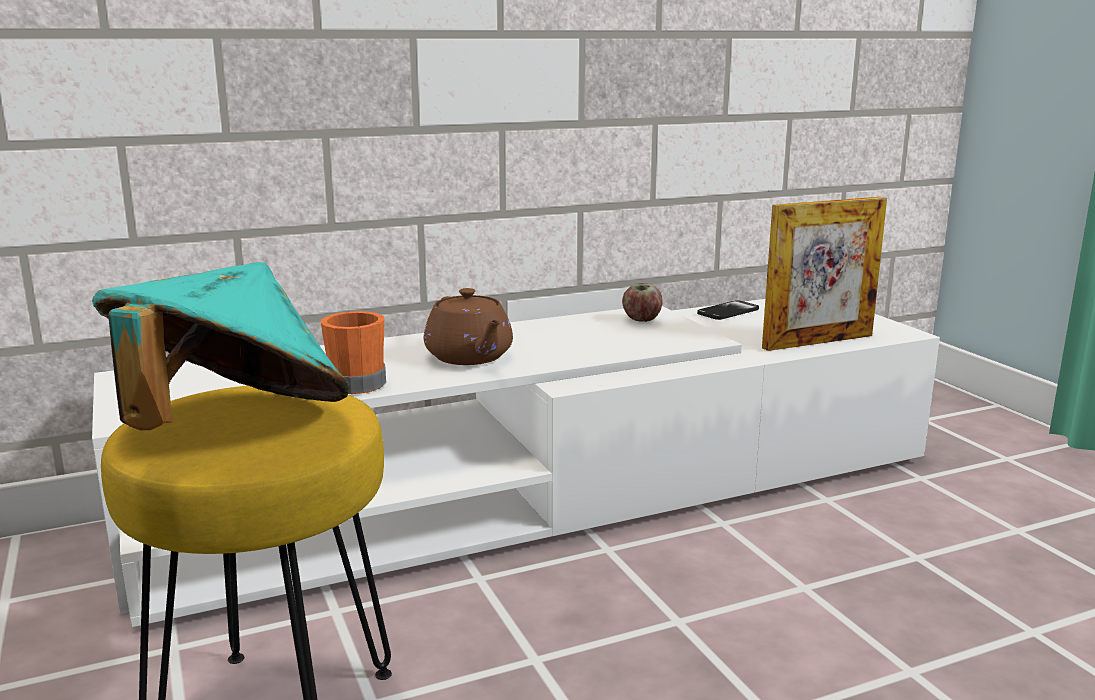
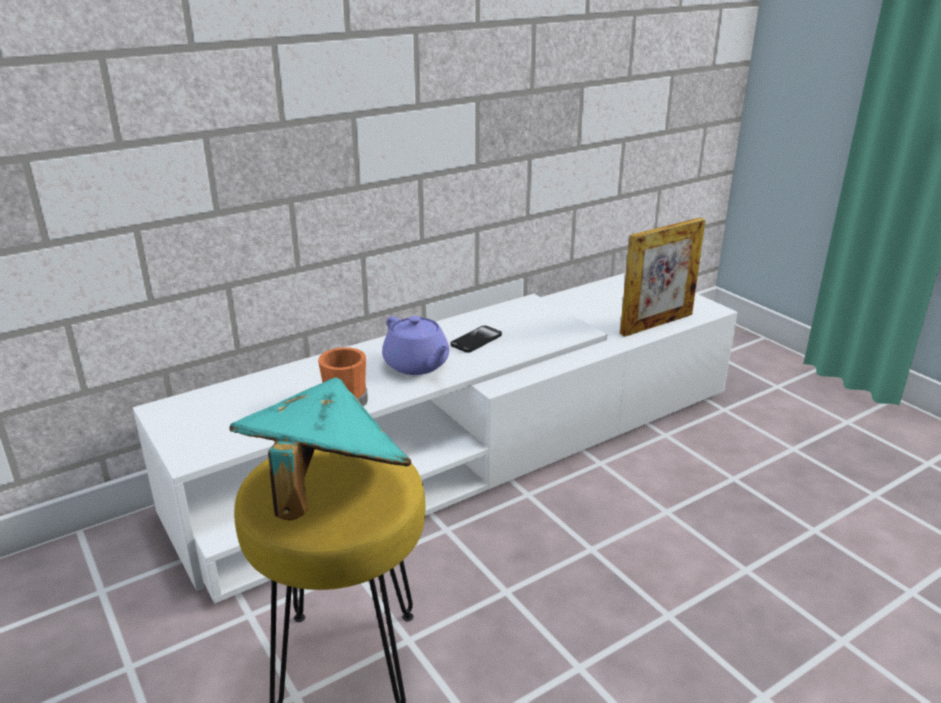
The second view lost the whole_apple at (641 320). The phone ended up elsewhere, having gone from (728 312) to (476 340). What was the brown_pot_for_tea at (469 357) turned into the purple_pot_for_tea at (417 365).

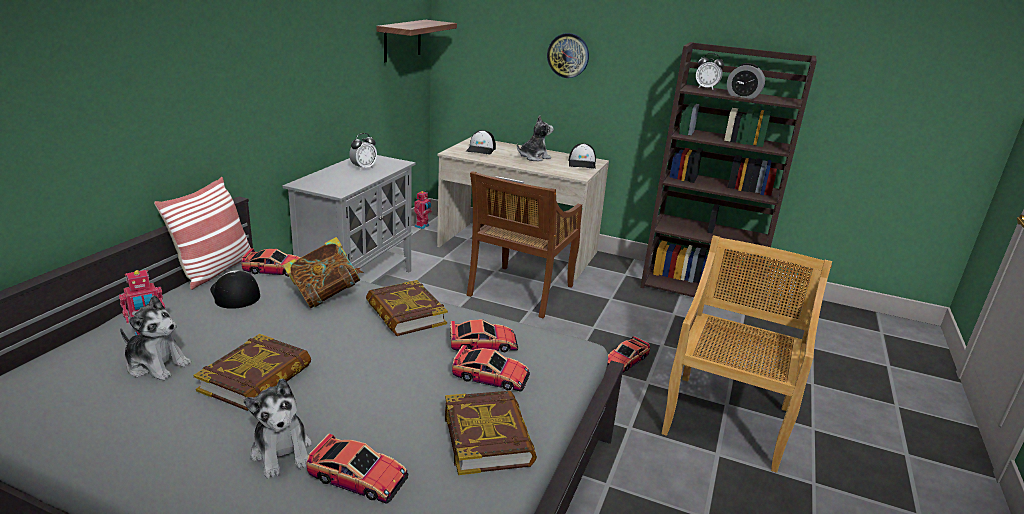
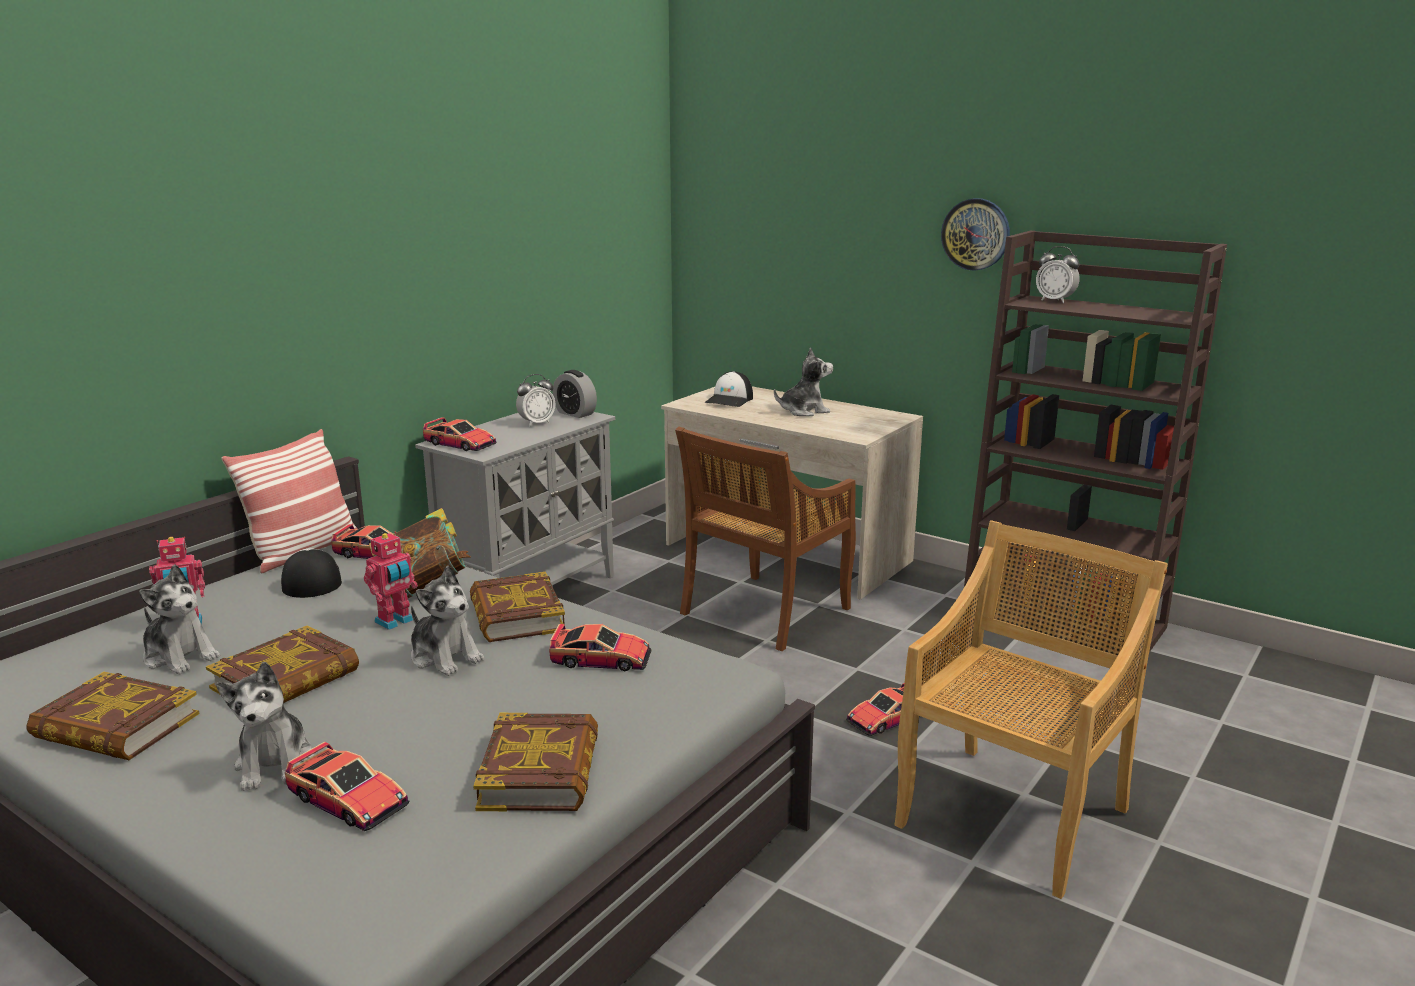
The second view lost the wall_shelf at (402 40). The second view lost the baseball_cap at (582 163). The second view gained the volume at (115 727). The second view gained the plush_toy at (445 657). The robot_figure ended up elsewhere, having gone from (422 226) to (395 622). The toy_car ended up elsewhere, having gone from (491 376) to (460 444). The wall_clock ended up elsewhere, having gone from (568 55) to (975 234). The table_clock ended up elsewhere, having gone from (742 96) to (575 413).

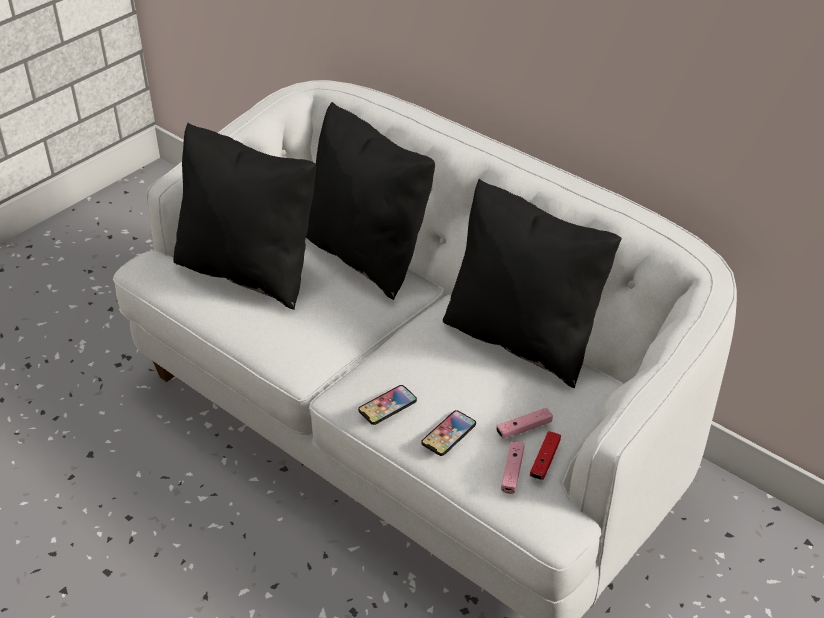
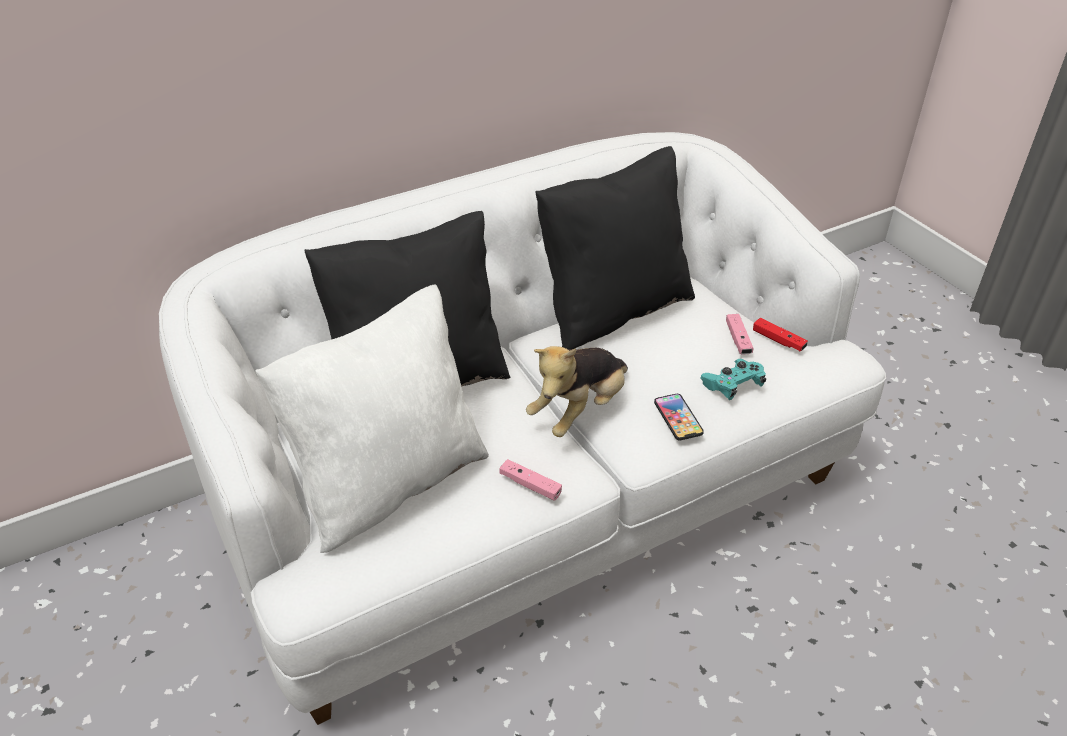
The second view gained the plush_toy at (579 410). The pink_joypad ended up elsewhere, having gone from (512 472) to (530 485). Where the phone stood at (449 434), the turquoise_joypad came to stand at (732 386). What was the black_throw_pillow at (249 271) turned into the whitish_throw_pillow at (389 482).

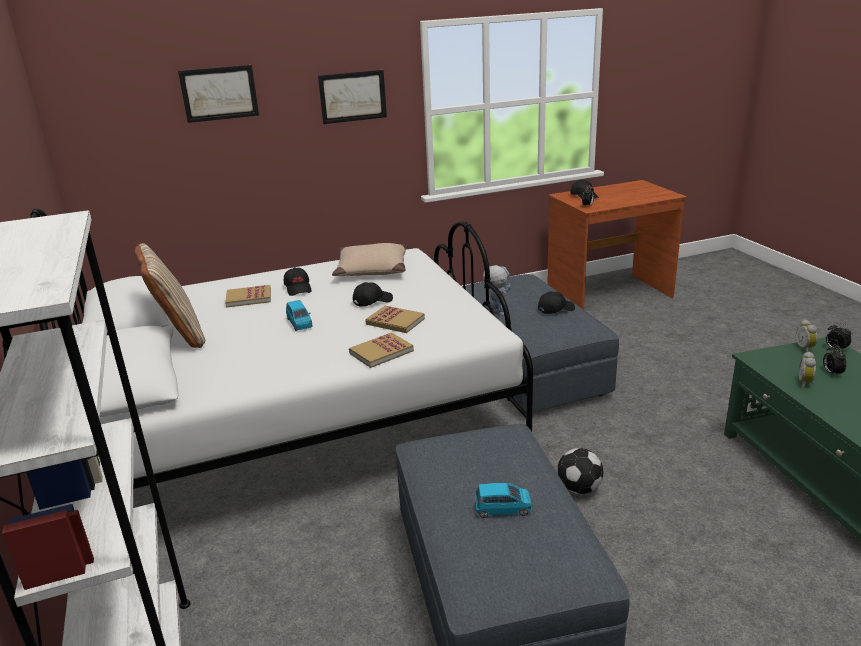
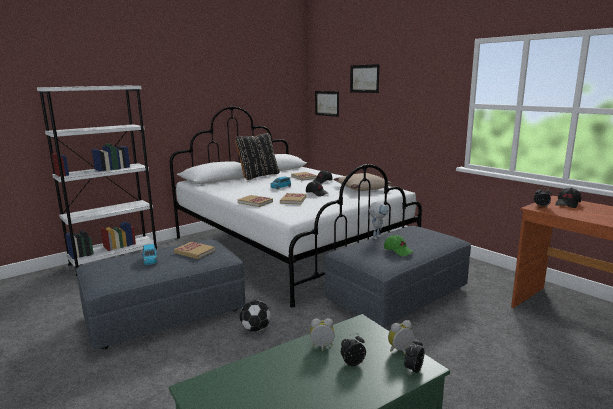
The second view gained the volume at (194 252). The picture ended up elsewhere, having gone from (353 96) to (327 103). What was the beige_throw_pillow at (178 335) turned into the black_throw_pillow at (258 176). What was the black_baseball_cap at (555 309) turned into the green_baseball_cap at (398 251).

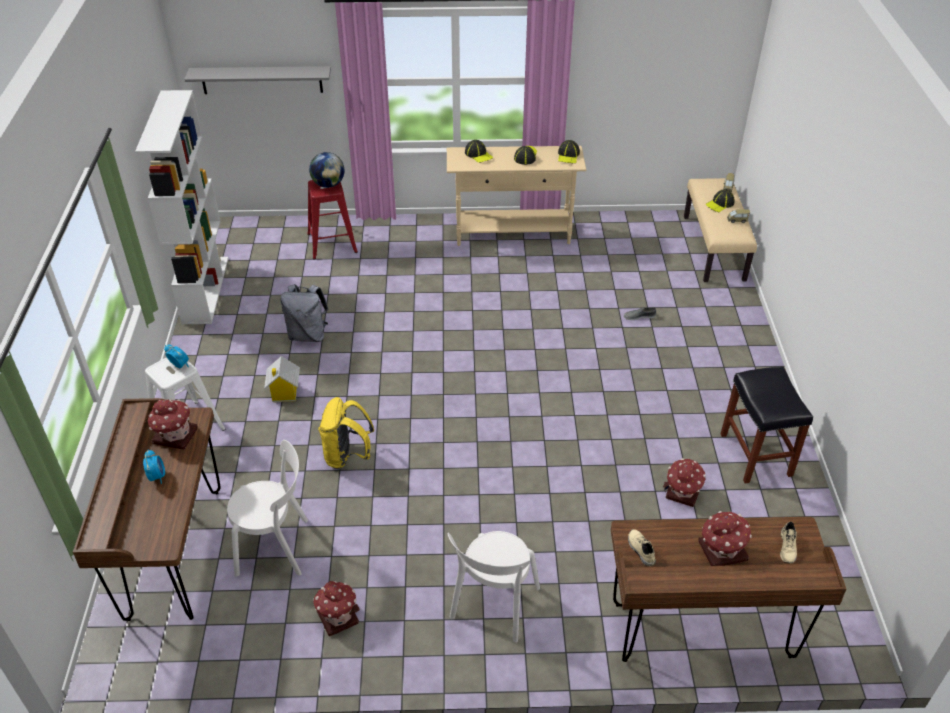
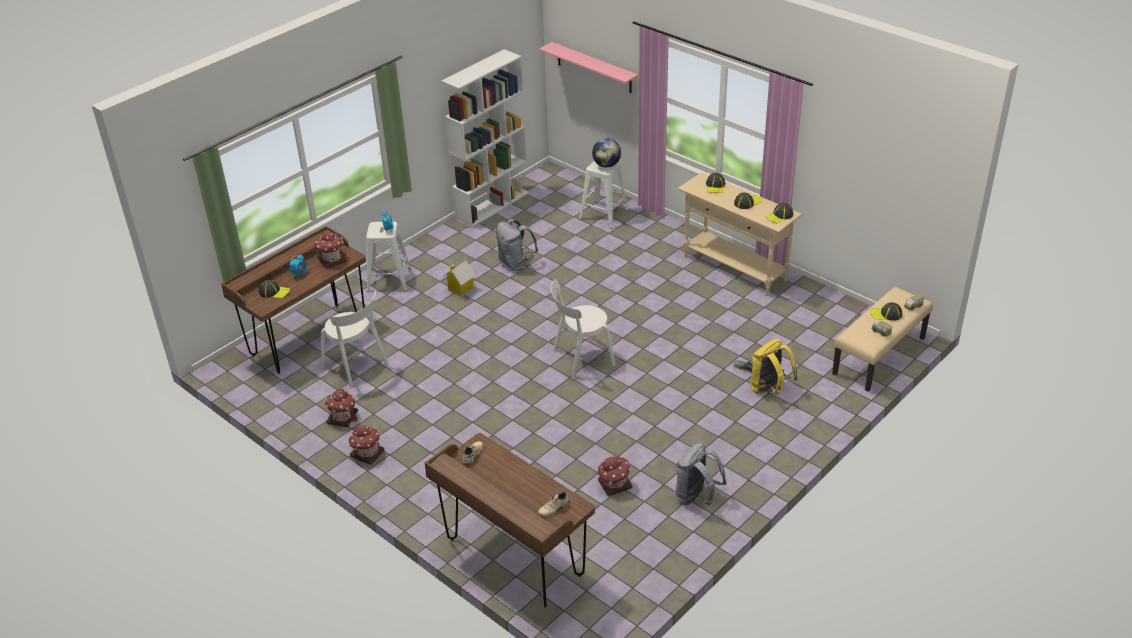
The second view gained the baseball_cap at (274 292). The yellow_backpack ended up elsewhere, having gone from (347 456) to (769 389). The whitish_chair ended up elsewhere, having gone from (493 606) to (581 358). The model_house ended up elsewhere, having gone from (721 551) to (367 453). Where the black_stool_seat stood at (756 455), the grey_backpack came to stand at (696 497). What was the grey_wall_shelf at (261 80) turned into the pink_wall_shelf at (594 68). What was the reddish_stool_seat at (332 242) turned into the whitish_stool_seat at (604 214).

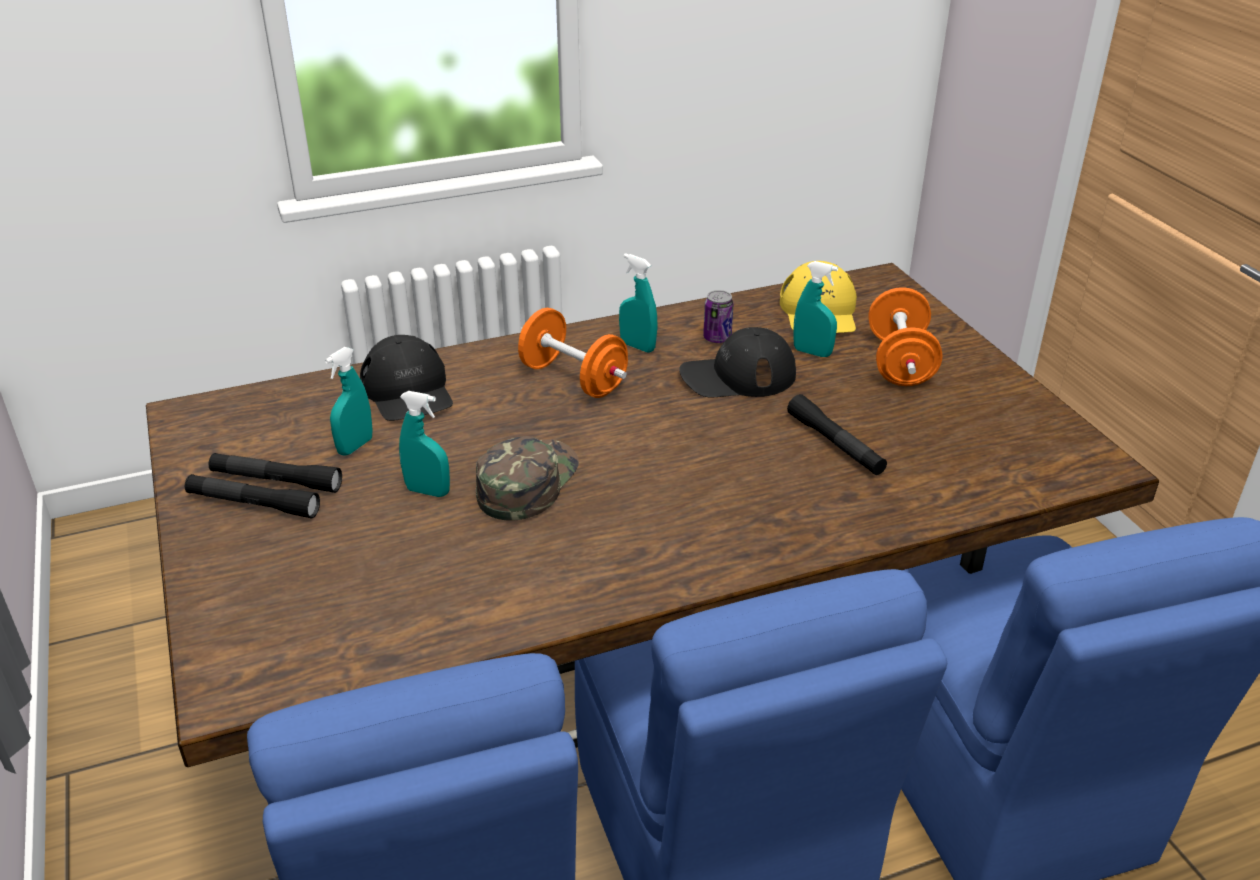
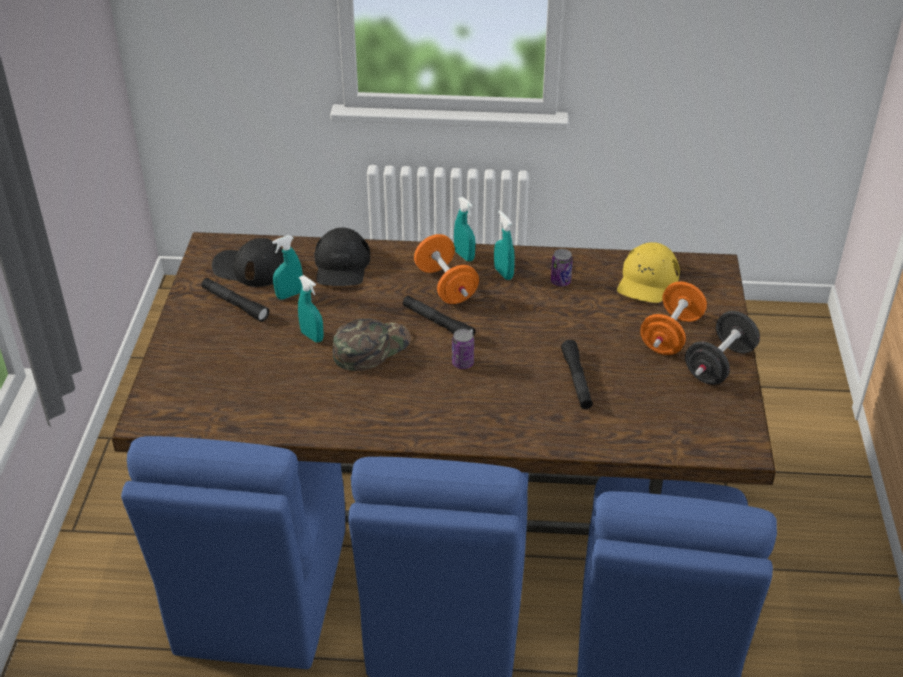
The second view gained the metal_can at (462 363). The second view gained the black_hand_weight at (719 365). The black_torch ended up elsewhere, having gone from (253 504) to (437 323). The black_baseball_cap ended up elsewhere, having gone from (737 376) to (251 268). The turquoise_sprayer ended up elsewhere, having gone from (812 352) to (464 256).

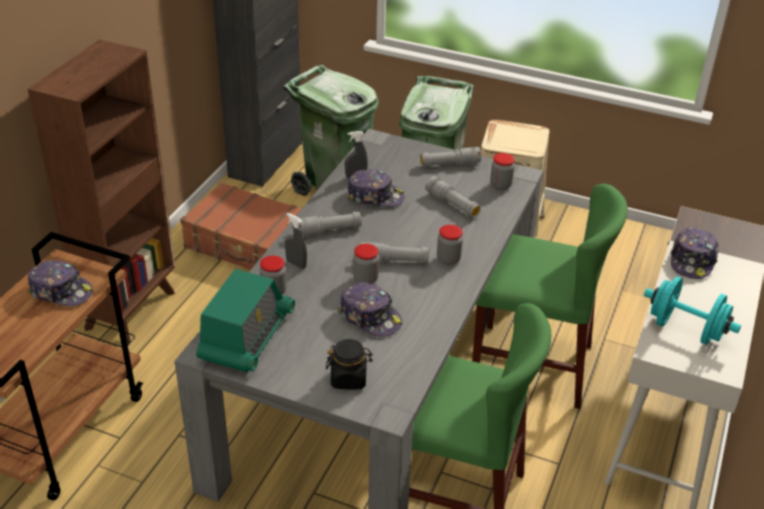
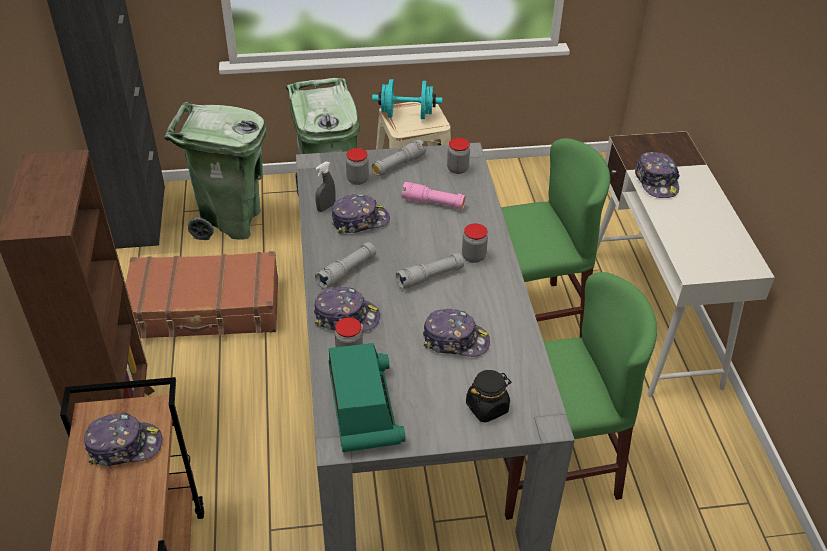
The jar ended up elsewhere, having gone from (365 279) to (357 179). The turquoise_hand_weight ended up elsewhere, having gone from (685 329) to (407 115). Where the grey_sprayer stood at (296 264), the baseball_cap came to stand at (346 317). What was the grey_torch at (452 204) turned into the pink_torch at (433 203).

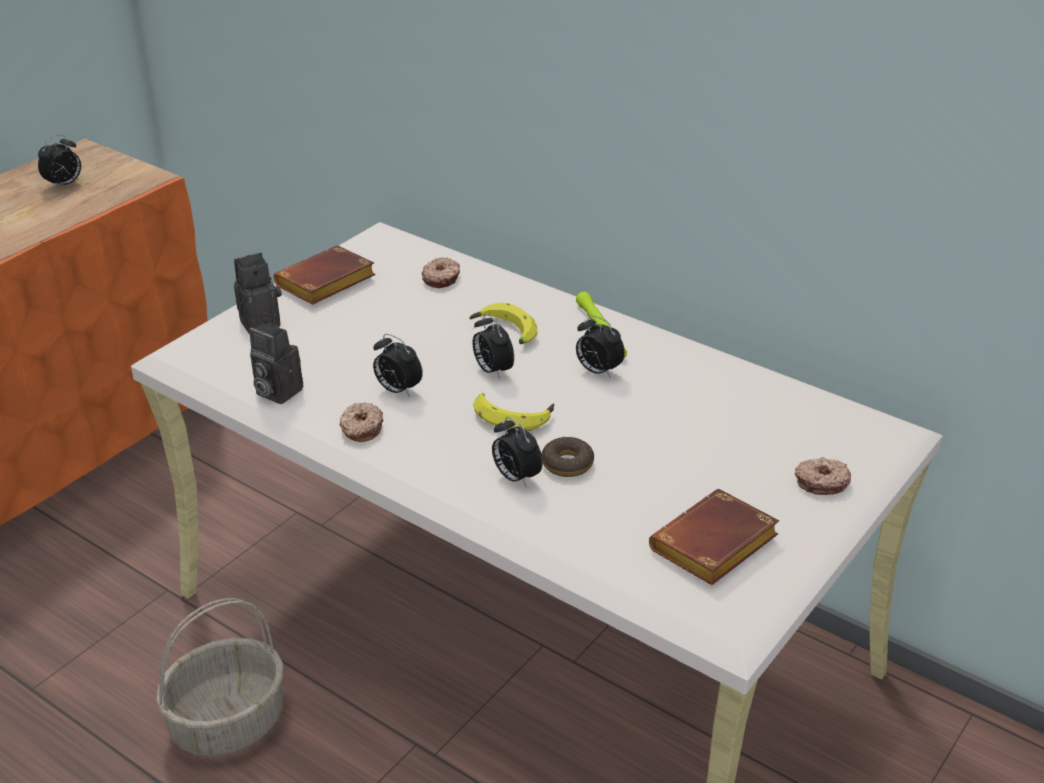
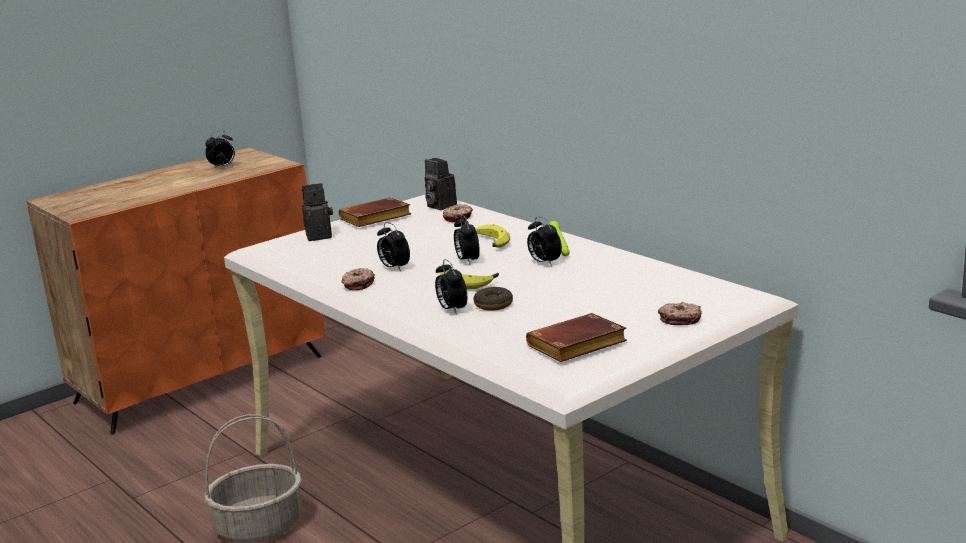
The still_camera ended up elsewhere, having gone from (275 391) to (439 206).

